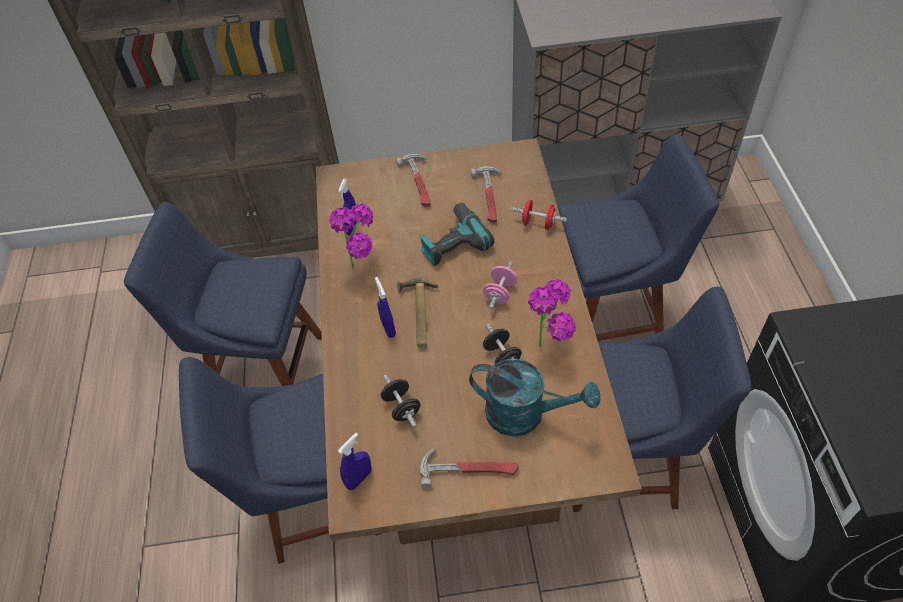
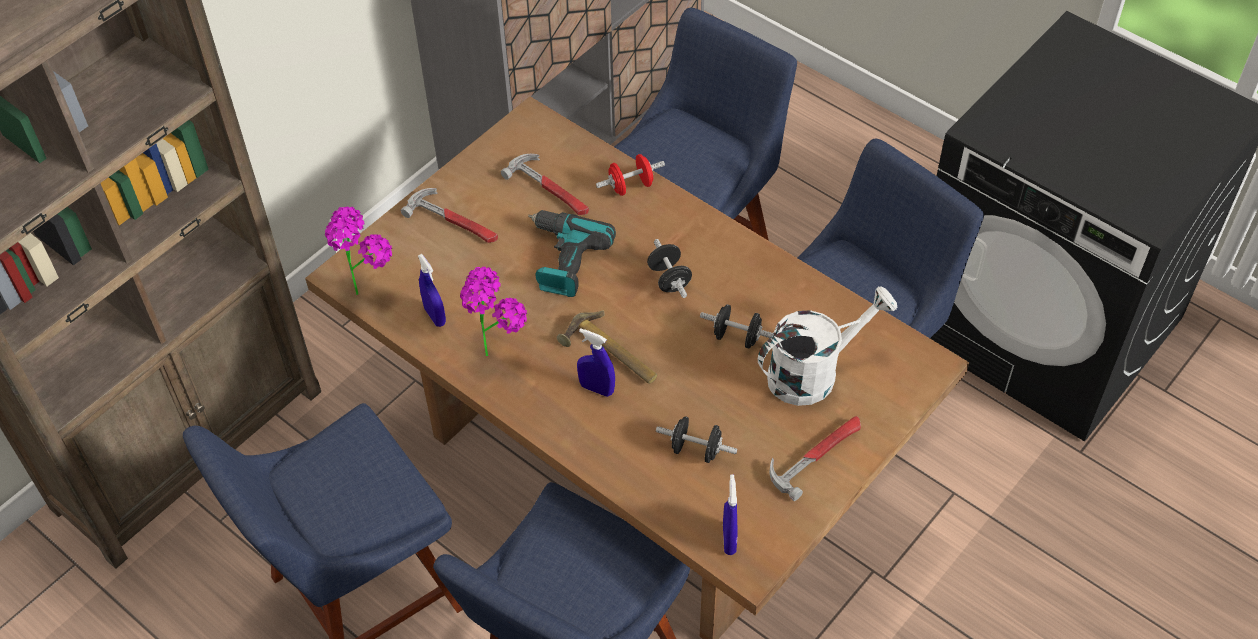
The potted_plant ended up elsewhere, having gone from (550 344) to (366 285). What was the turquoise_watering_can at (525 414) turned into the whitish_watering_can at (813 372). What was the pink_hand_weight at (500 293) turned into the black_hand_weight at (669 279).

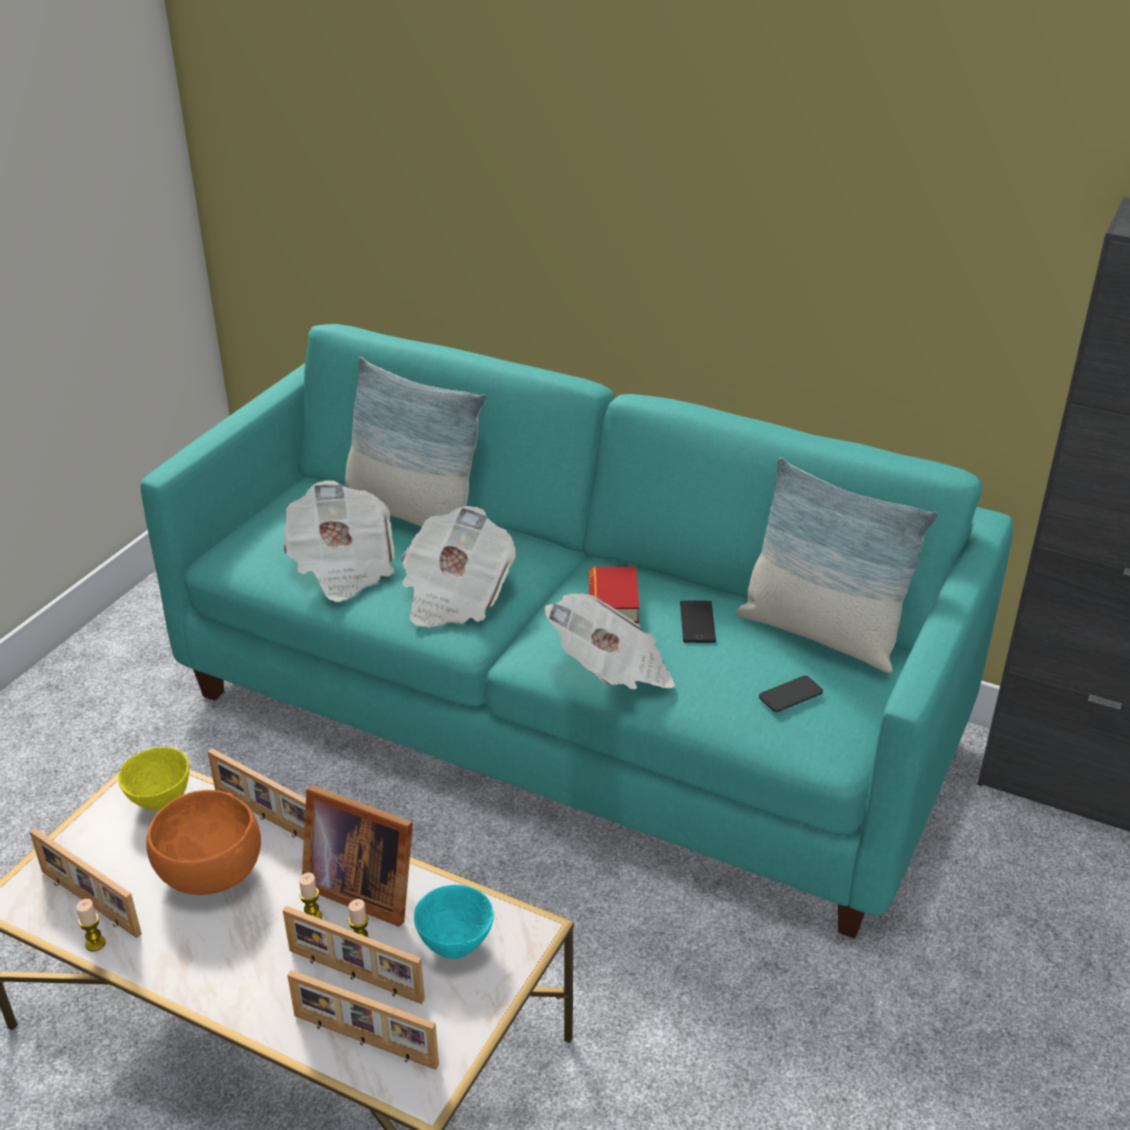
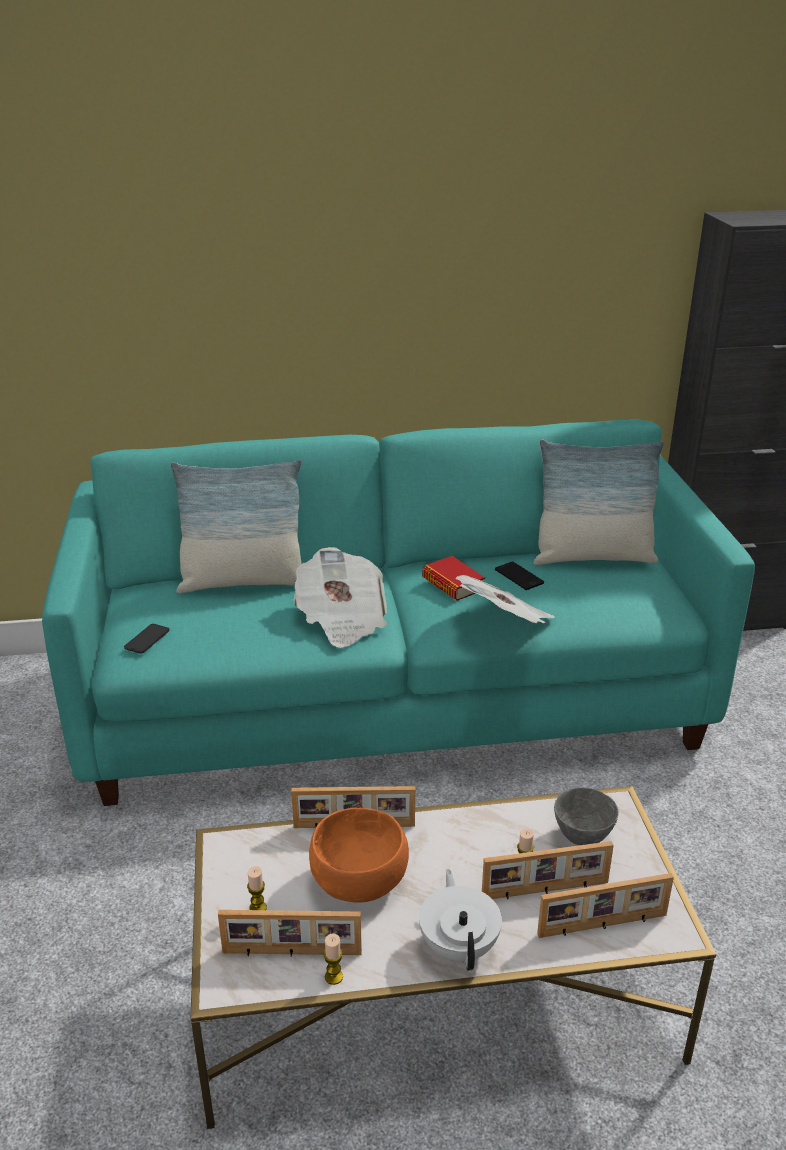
The second view lost the yellow_serving_bowl at (162 801). The second view lost the newspaper at (342 567). The second view lost the standing_frame at (361 886). The second view gained the whitish_pot_for_tea at (459 946). The wax_candle ended up elsewhere, having gone from (312 917) to (258 908). The phone ended up elsewhere, having gone from (790 694) to (147 639). What was the turquoise_serving_bowl at (455 943) turned into the grey_serving_bowl at (581 836).

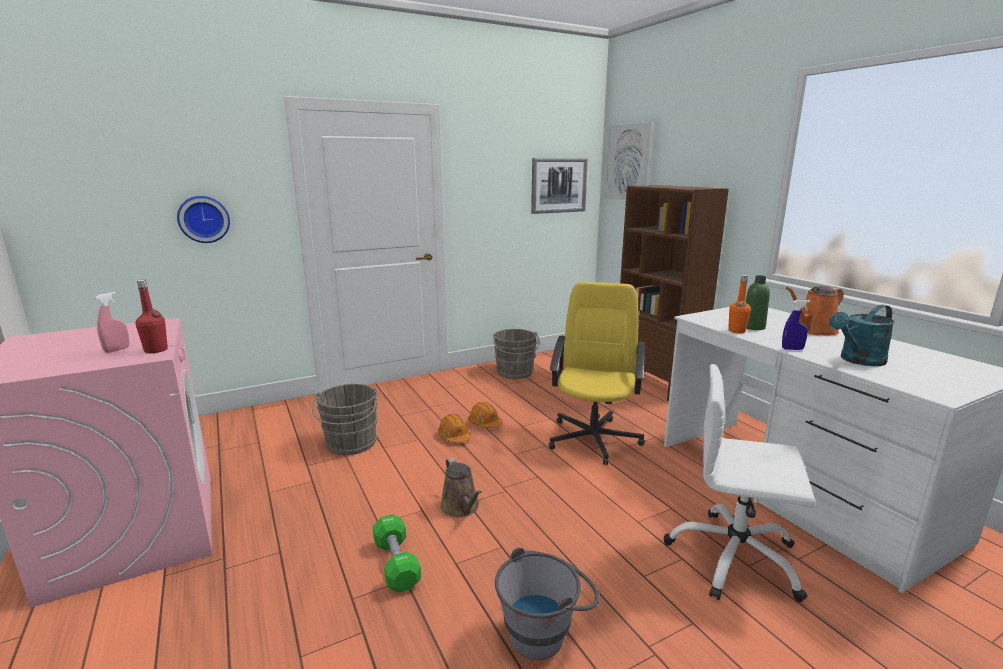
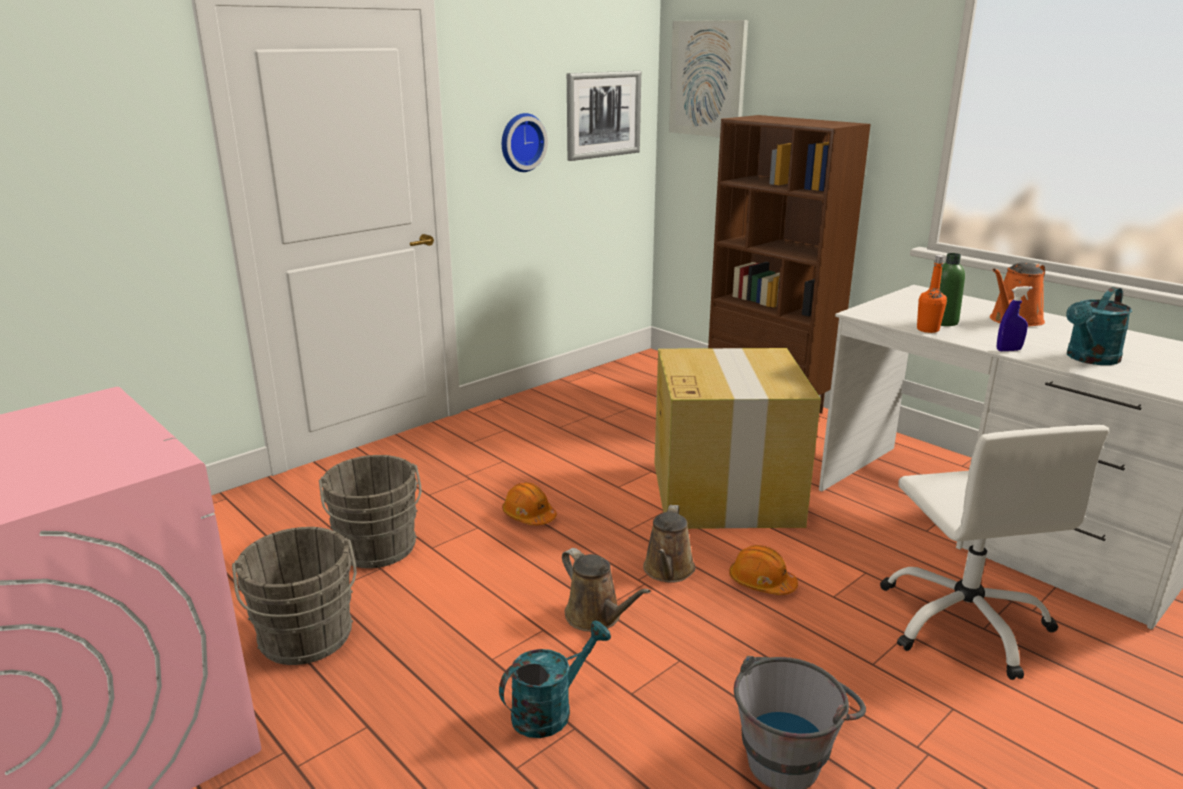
The second view lost the pink_sprayer at (117 350). The second view lost the reddish_bottle at (156 350). The second view gained the brown_watering_can at (668 571). The wall_clock ended up elsewhere, having gone from (204 219) to (521 142). The orangey_safety_helmet ended up elsewhere, having gone from (485 423) to (761 583). The grey_pail ended up elsewhere, having gone from (515 373) to (306 640). Where the green_hand_weight stood at (396 564), the turquoise_watering_can came to stand at (550 710). Where the yellow_desk_chair stood at (594 438), the packing_box came to stand at (724 492). The whitish_desk_chair at (734 558) ended up facing another way, 105 degrees counterclockwise from before.

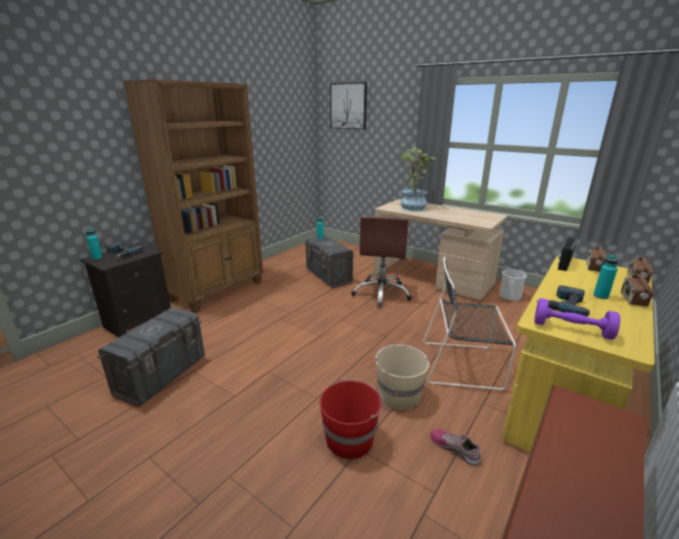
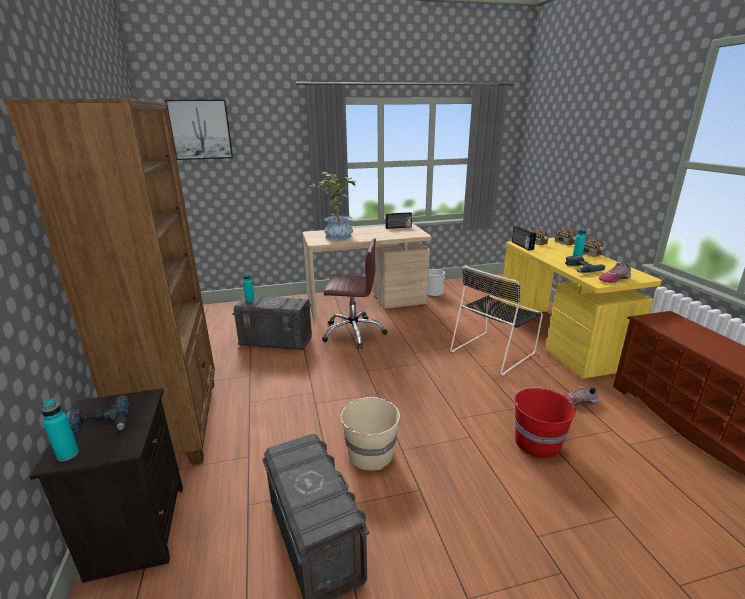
The second view gained the radio at (398 227). The beige_pail ended up elsewhere, having gone from (398 395) to (369 453). Where the purple_hand_weight stood at (571 329), the item_of_footwear came to stand at (613 279). The brown_desk_chair at (382 293) ended up facing another way, 45 degrees counterclockwise from before.

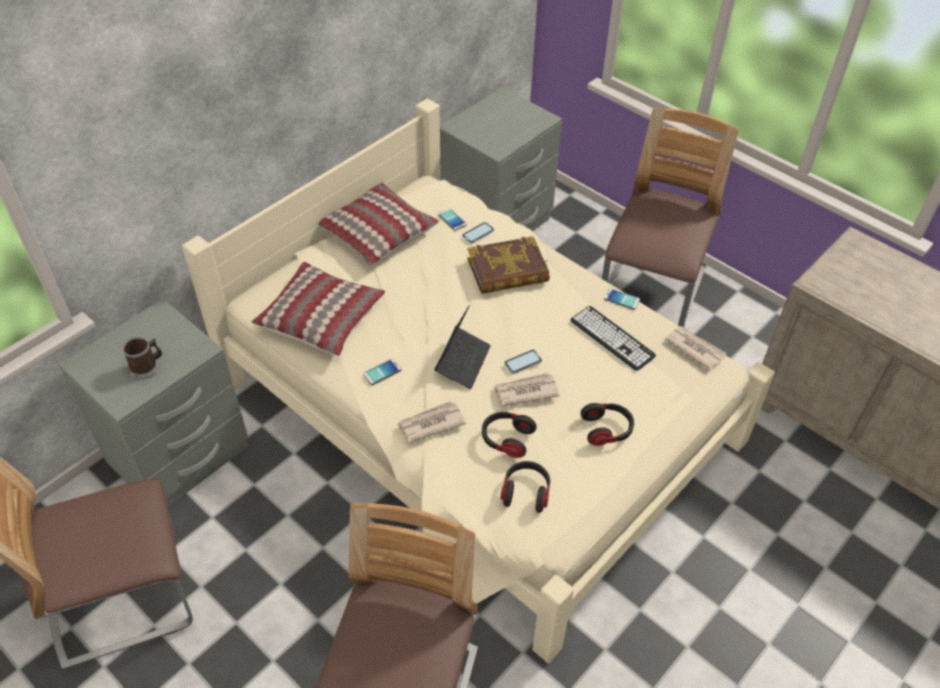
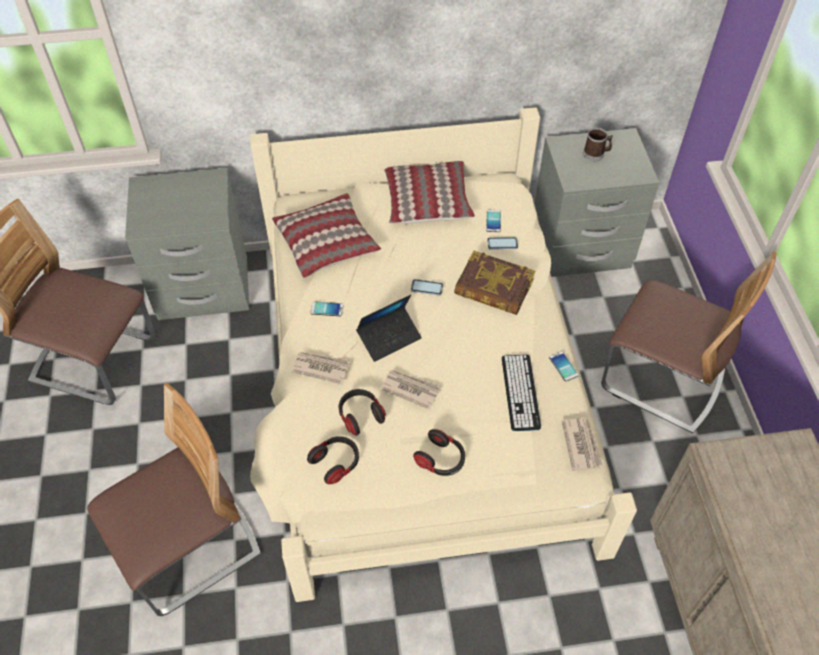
The mug ended up elsewhere, having gone from (147 367) to (596 154). The phone ended up elsewhere, having gone from (523 362) to (427 288). The chair at (652 289) ended up facing another way, 60 degrees clockwise from before.

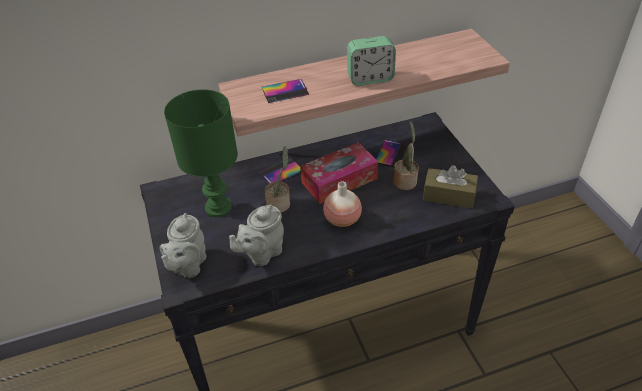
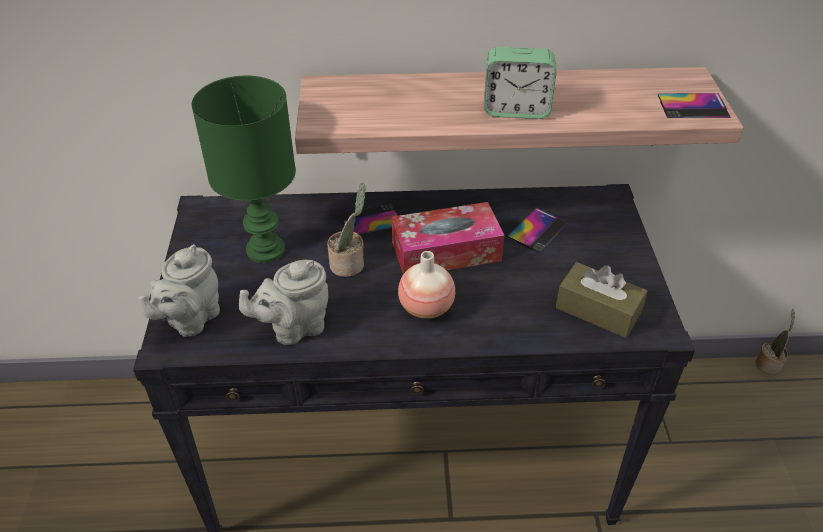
The phone ended up elsewhere, having gone from (285 91) to (693 106). The potted_plant ended up elsewhere, having gone from (405 181) to (768 363).

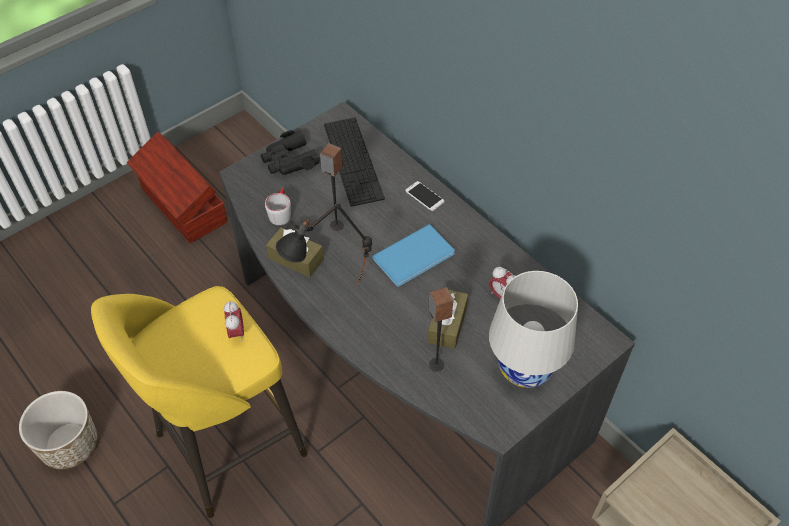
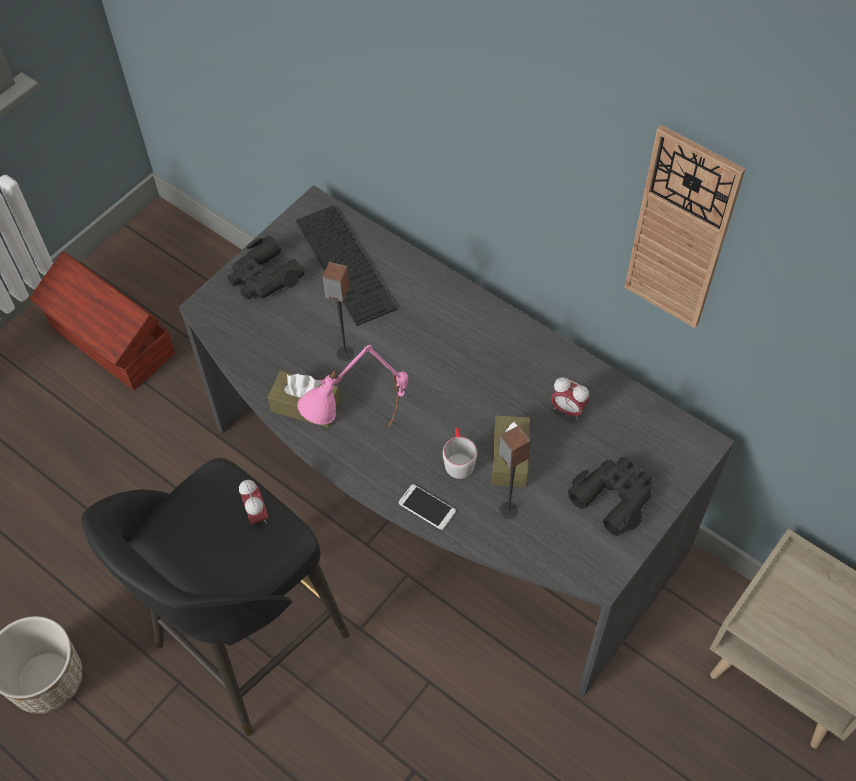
The second view lost the blue_volume at (416 256). The second view gained the wall_clock at (681 231). The grey_mug ended up elsewhere, having gone from (280 213) to (458 459). The phone ended up elsewhere, having gone from (424 196) to (427 507). Where the whitish_lamp_for_a_table stood at (524 369), the black_field_glasses came to stand at (613 496). What was the yellow_stool_seat at (226 446) turned into the black_stool_seat at (247 644). What was the black_lamp_for_a_table at (331 302) turned into the pink_lamp_for_a_table at (363 454).

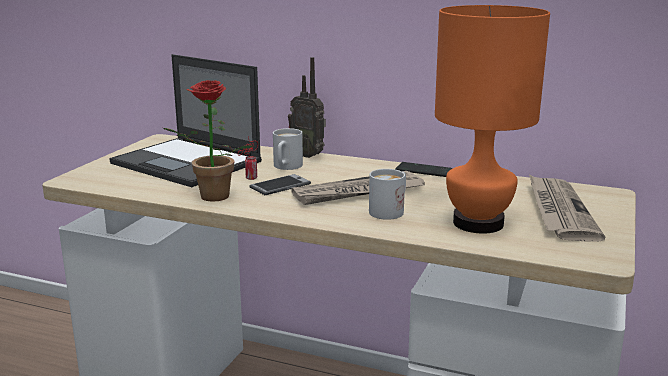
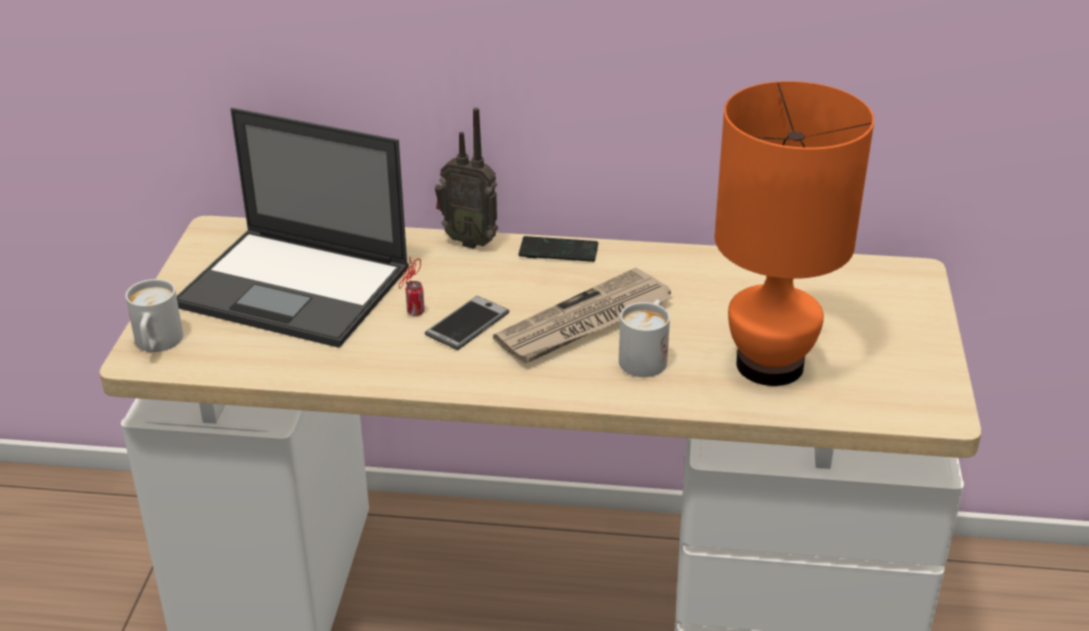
The second view lost the potted_plant at (210 198). The second view lost the newspaper at (559 211). The whitish_mug ended up elsewhere, having gone from (286 167) to (157 345). The phone ended up elsewhere, having gone from (423 171) to (558 251).

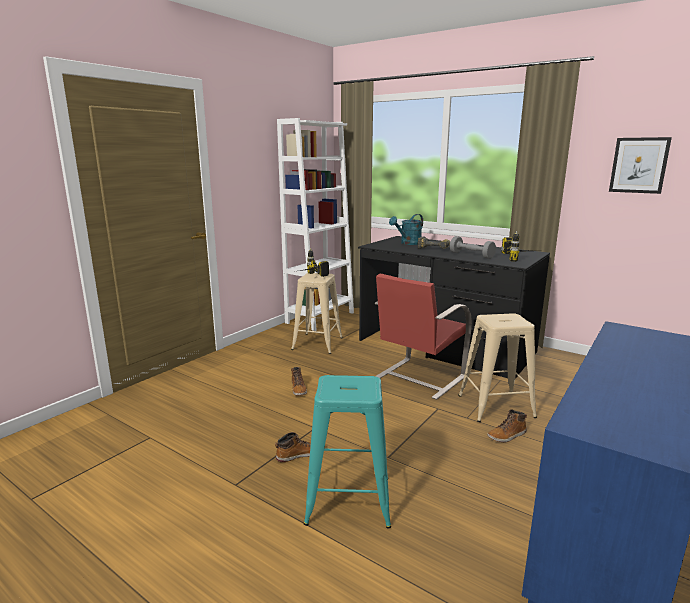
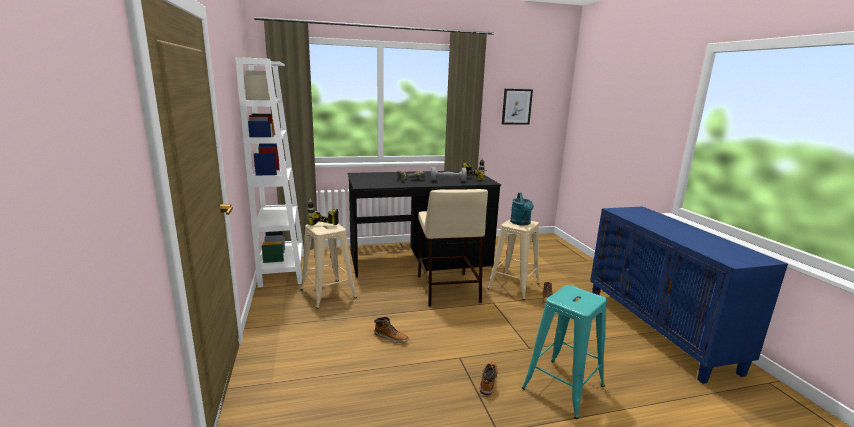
The turquoise_watering_can ended up elsewhere, having gone from (408 243) to (521 223). Where the reddish_chair stood at (418 378), the beige_stool_seat came to stand at (447 288).

